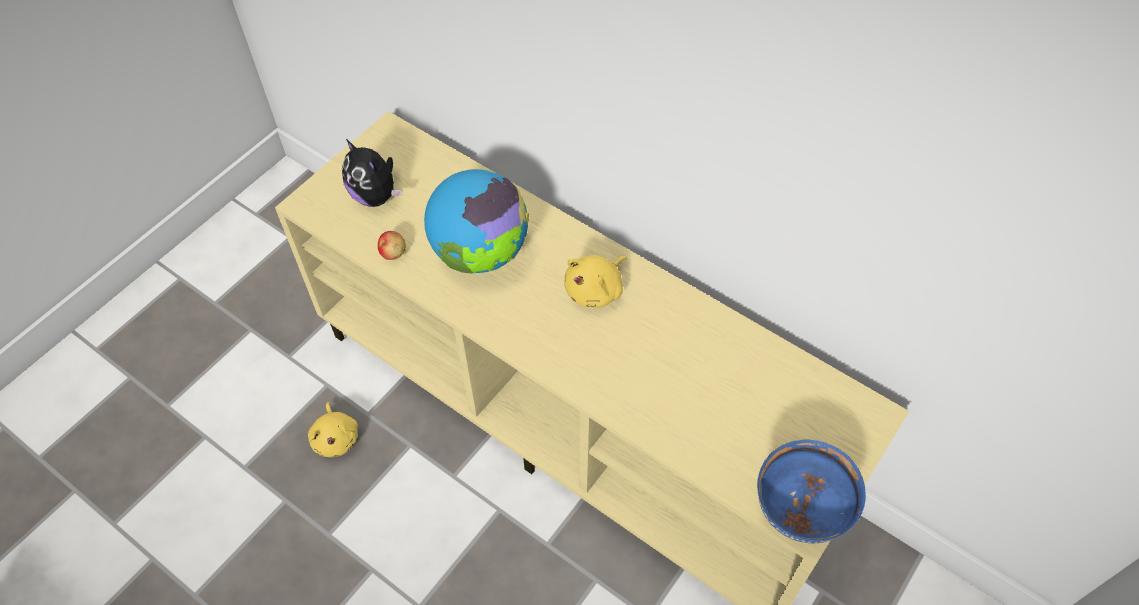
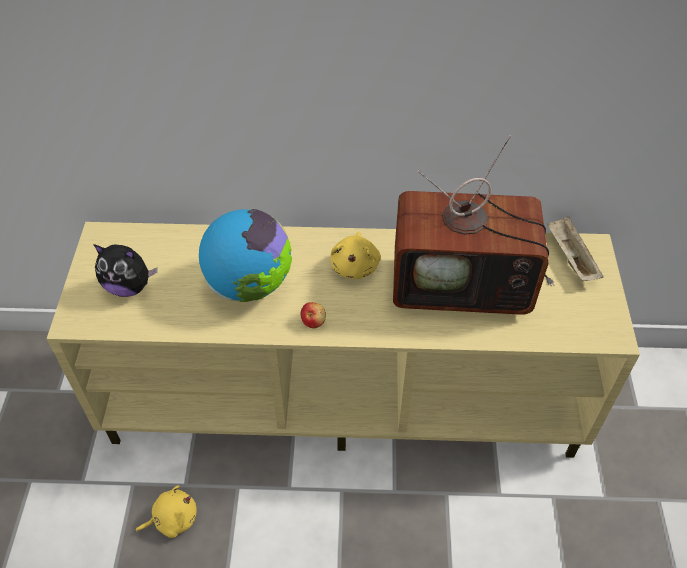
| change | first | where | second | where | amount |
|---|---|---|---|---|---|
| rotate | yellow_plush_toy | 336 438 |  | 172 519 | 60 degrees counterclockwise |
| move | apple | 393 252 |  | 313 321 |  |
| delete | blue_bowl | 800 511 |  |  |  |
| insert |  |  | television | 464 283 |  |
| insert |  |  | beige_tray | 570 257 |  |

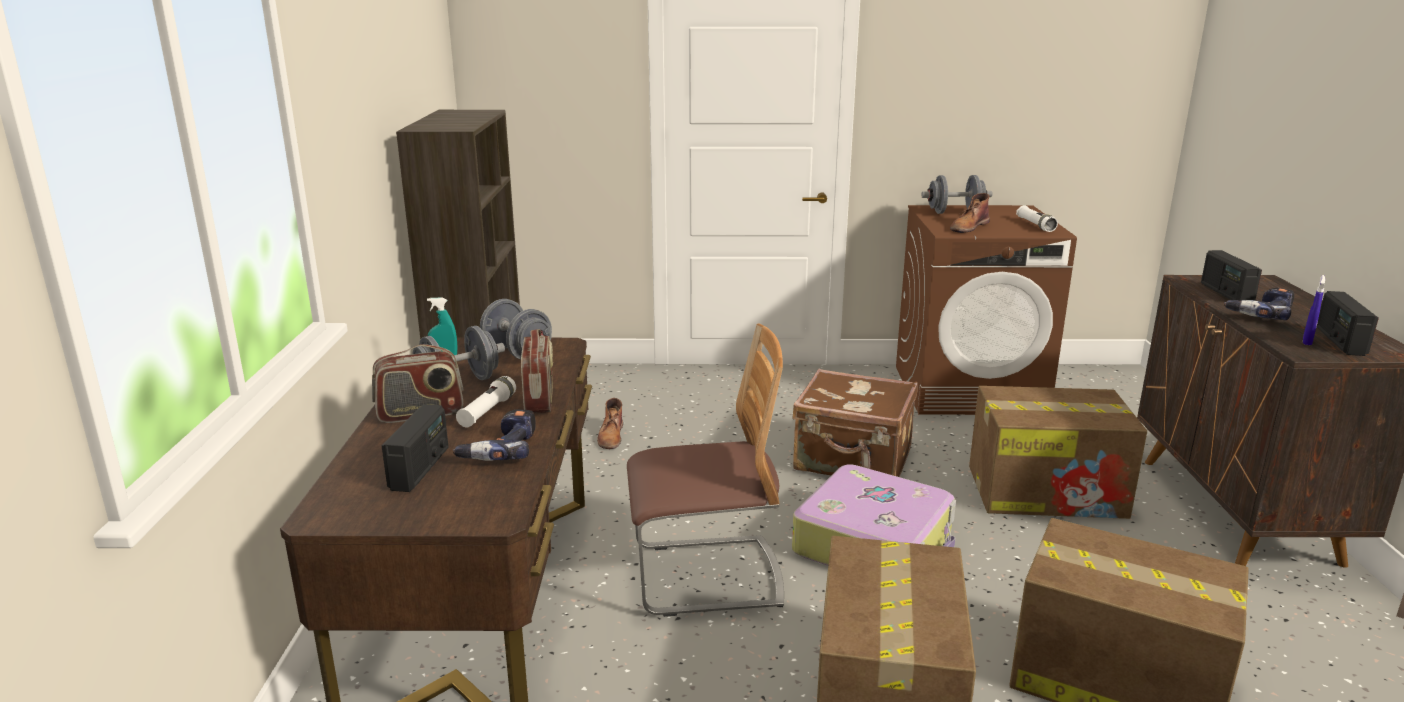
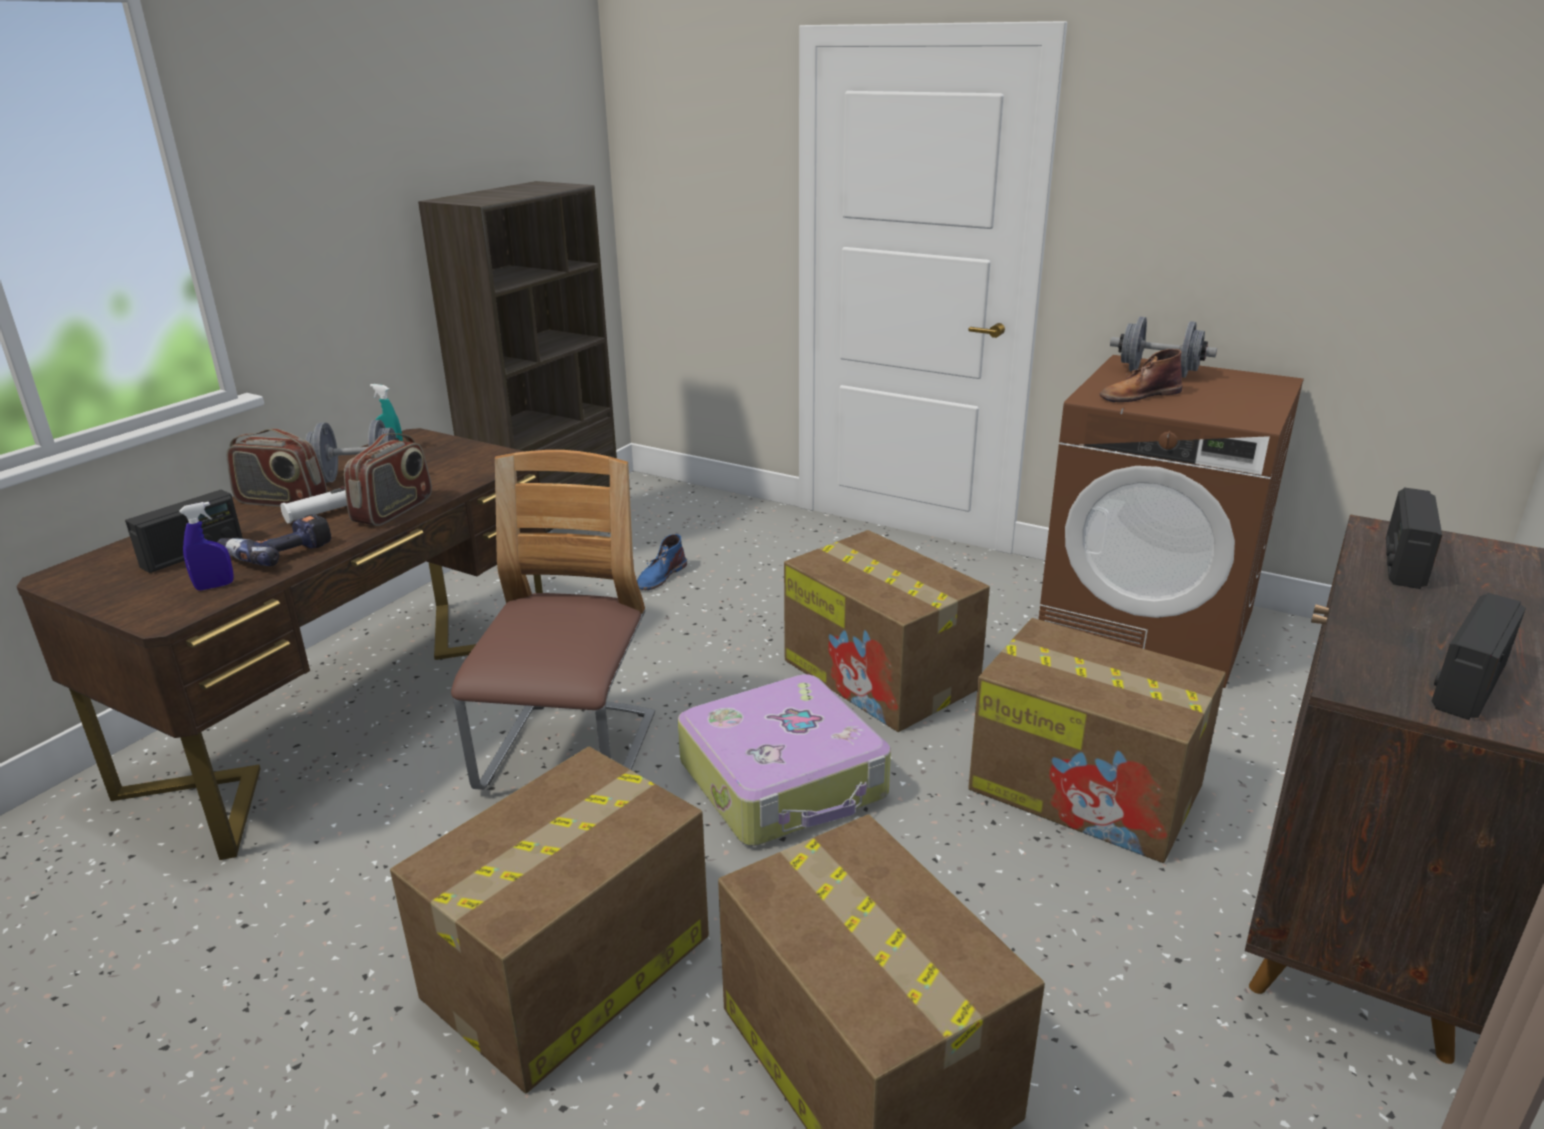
| change | first | where | second | where | amount |
|---|---|---|---|---|---|
| delete | grey_dumbbell | 517 353 |  |  |  |
| recolor | brown_boot | 611 436 | blue_boot | 660 576 |  |
| rotate | chair | 706 576 |  | 569 754 | 105 degrees counterclockwise |
| replace | brown_suitcase | 853 461 | cardboard_box | 882 675 |  |
| delete | white_flashlight | 1035 225 |  |  |  |
| delete | power_drill | 1259 313 |  |  |  |
| move | blue_spray_bottle | 1307 341 |  | 215 586 |  |

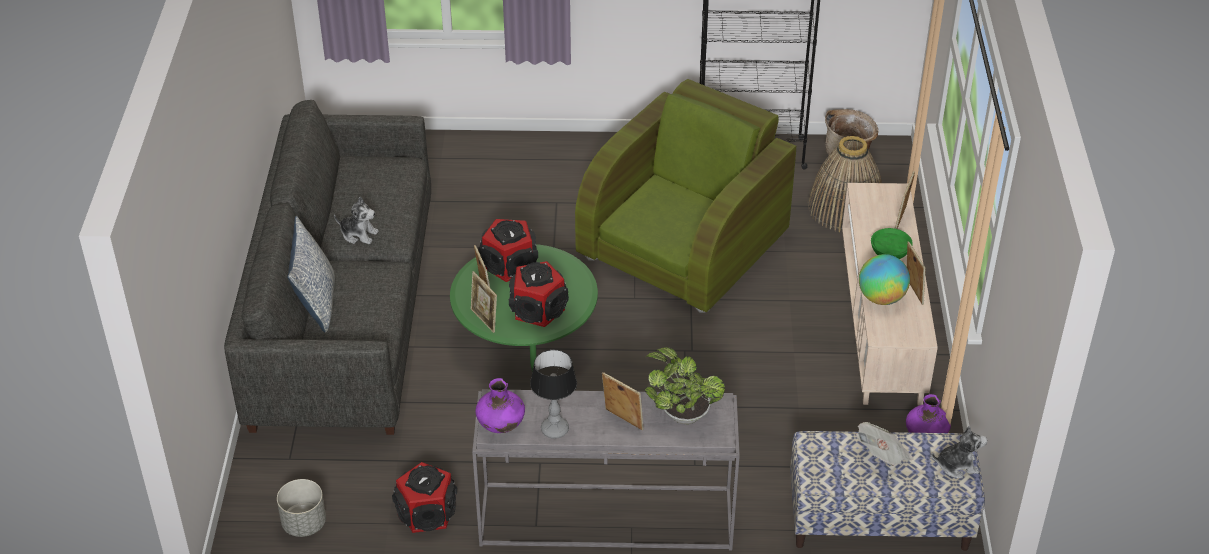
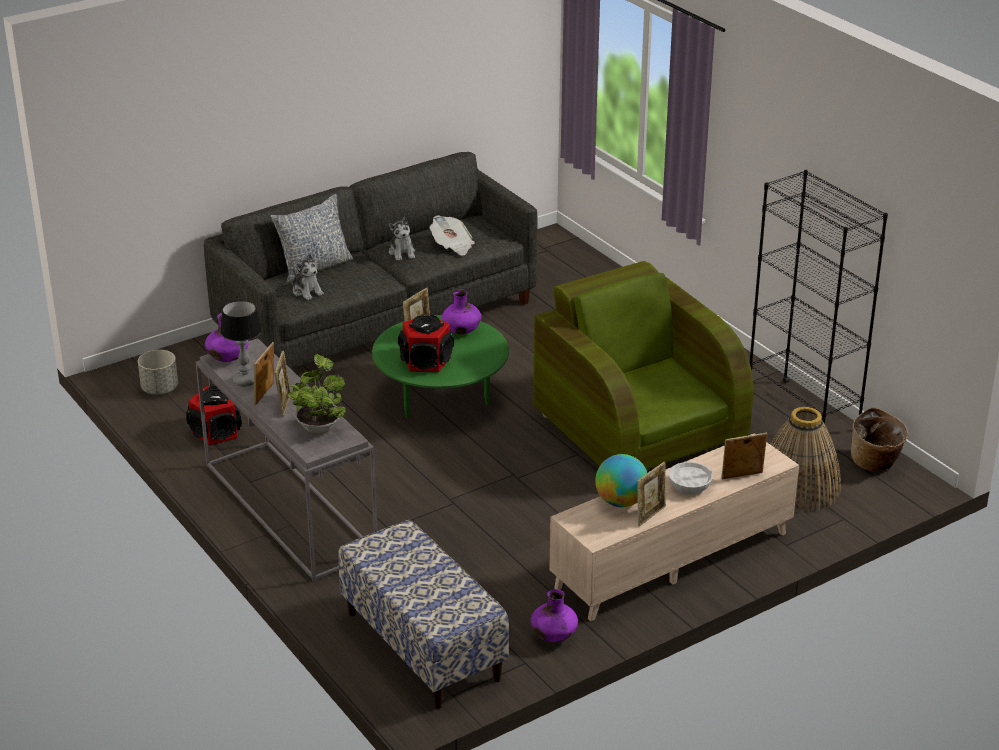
| change | first | where | second | where | amount |
|---|---|---|---|---|---|
| move | picture_frame | 484 320 |  | 265 395 |  |
| replace | speaker | 509 265 | purple_vase | 462 331 |  |
| rotate | green_armchair | 685 246 |  | 639 427 | 120 degrees counterclockwise |
| move | newspaper | 883 455 |  | 452 246 |  |
| recolor | green_bowl | 890 251 | white_bowl | 690 486 |  |
| move | plush_toy | 957 465 |  | 307 291 |  |

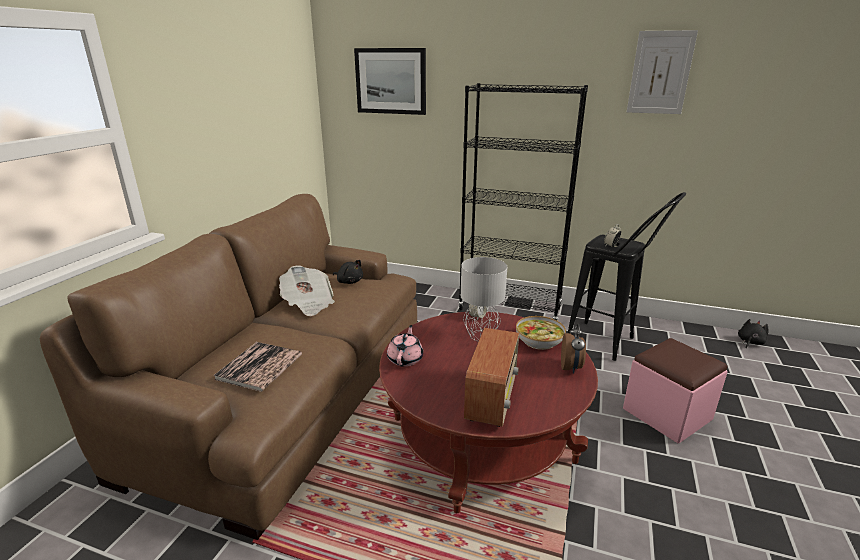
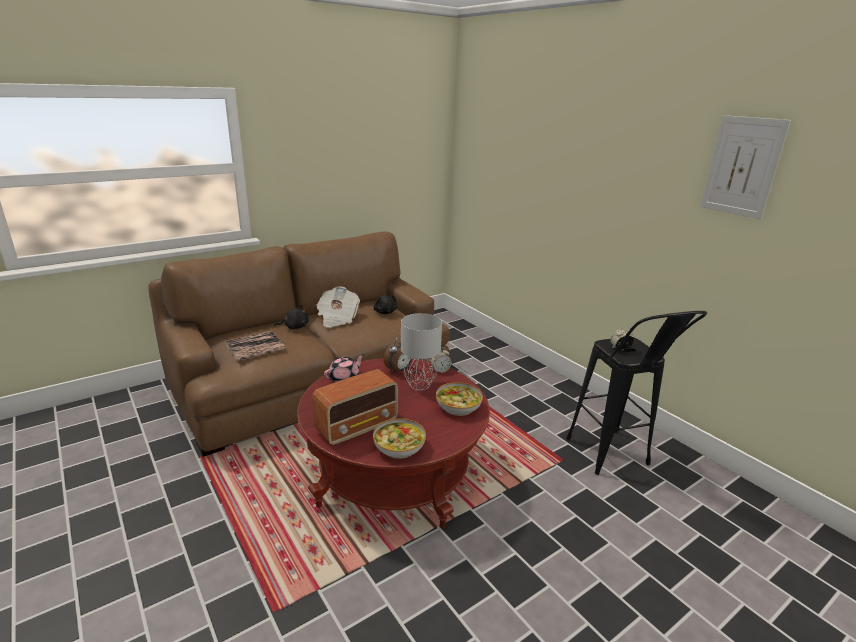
| change | first | where | second | where | amount |
|---|---|---|---|---|---|
| delete | picture | 391 81 |  |  |  |
| delete | black_bookcase | 510 309 |  |  |  |
| move | alarm_clock | 571 367 |  | 399 370 |  |
| delete | pink_ottoman | 667 414 |  |  |  |
| move | black_plush_toy | 750 342 |  | 294 327 |  |
| insert |  |  | bowl | 399 447 |  |

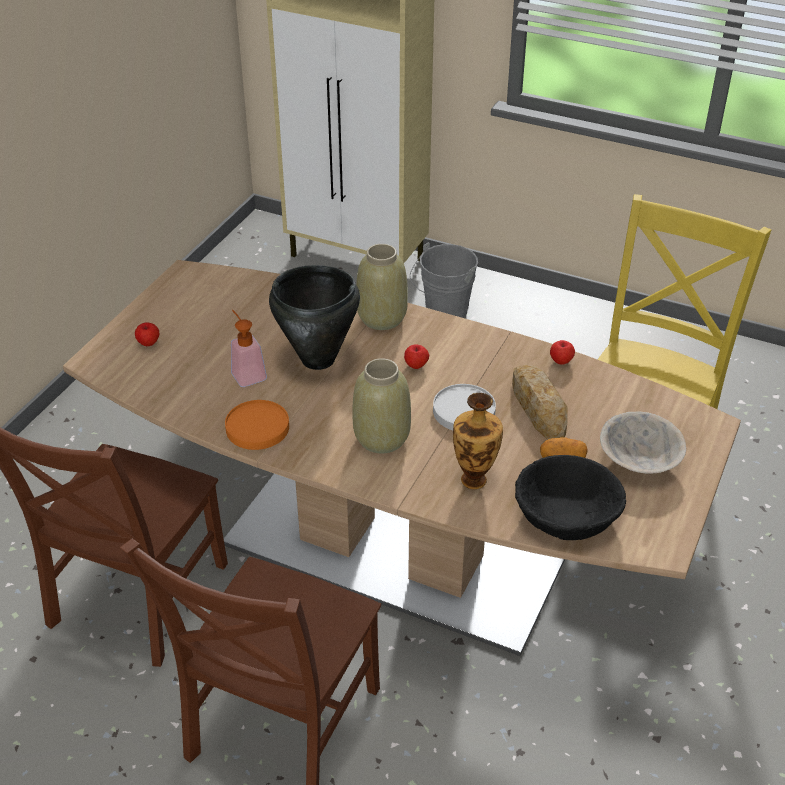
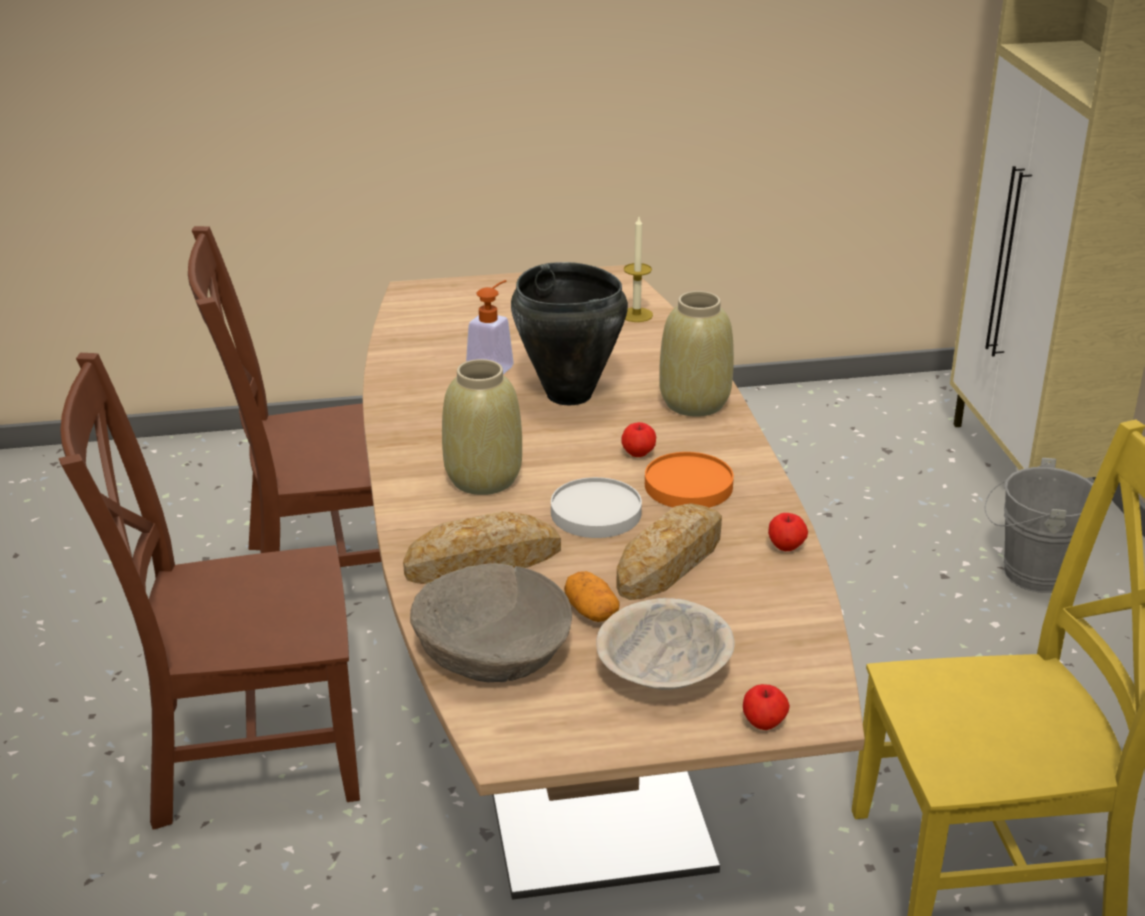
| change | first | where | second | where | amount |
|---|---|---|---|---|---|
| move | apple | 148 343 |  | 764 723 |  |
| move | orange_plate | 258 427 |  | 689 486 |  |
| replace | vase | 474 478 | bread | 483 562 |  |
| recolor | black_bowl | 566 513 | beige_bowl | 492 648 |  |
| insert |  |  | candle | 636 315 |  |

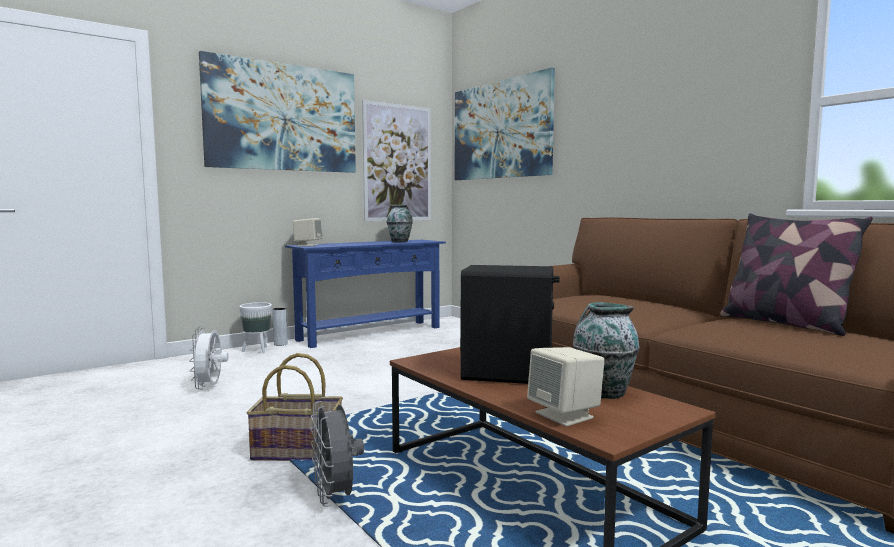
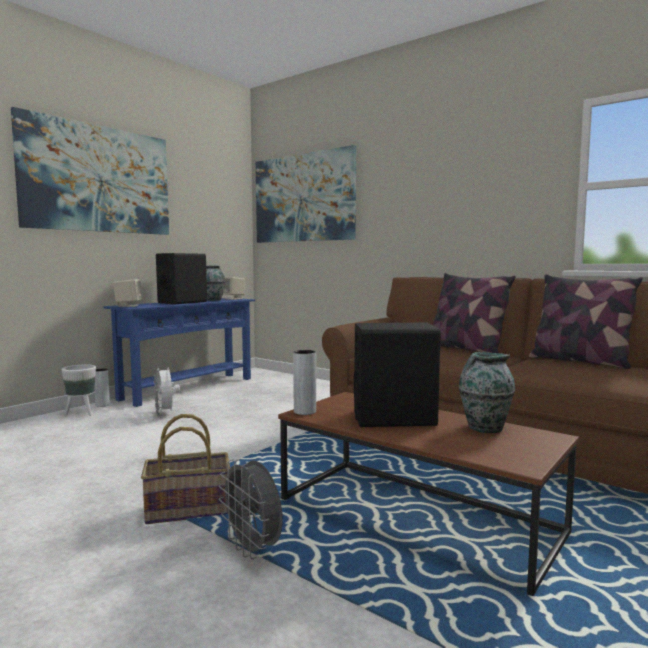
| change | first | where | second | where | amount |
|---|---|---|---|---|---|
| move | white_fan | 210 387 |  | 165 414 |  |
| delete | picture | 397 163 |  |  |  |
| move | beige_speaker | 565 415 |  | 233 299 |  |
| insert |  |  | black_speaker | 183 302 |  |
| insert |  |  | grey_vase | 305 411 |  |
| insert |  |  | pillow | 466 349 |  |

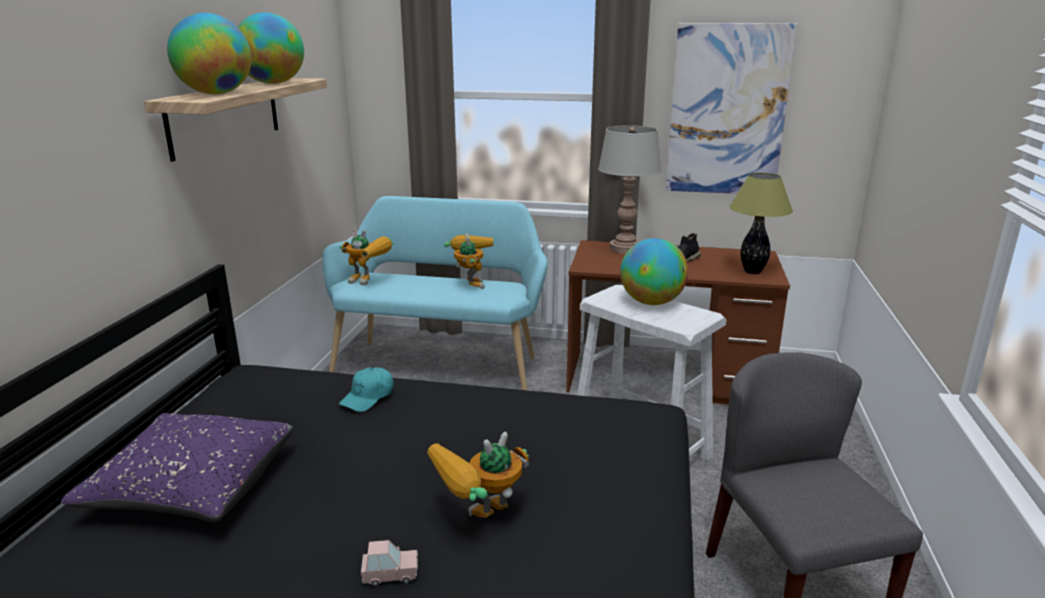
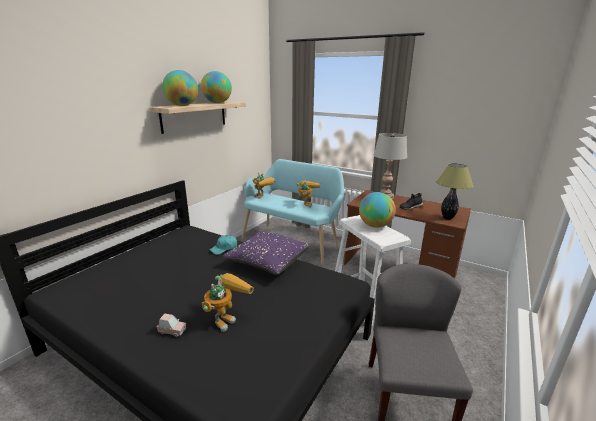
| change | first | where | second | where | amount |
|---|---|---|---|---|---|
| move | purple_pillow | 192 488 |  | 267 262 |  |
| rotate | toy_robot | 480 523 |  | 227 318 | 135 degrees clockwise |
| delete | picture | 727 111 |  |  |  |

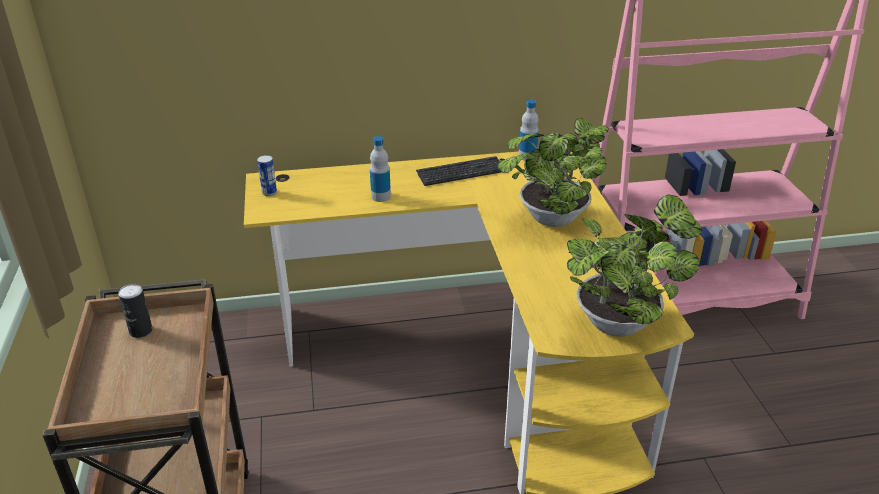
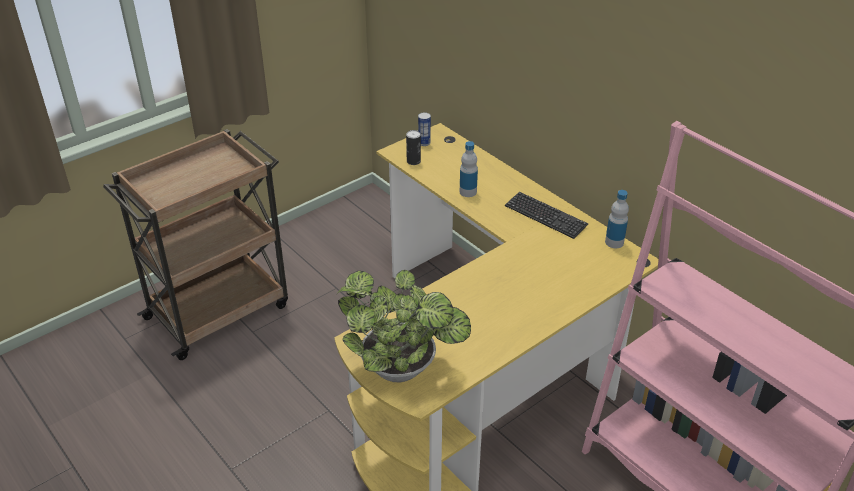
| change | first | where | second | where | amount |
|---|---|---|---|---|---|
| move | can | 141 331 |  | 413 161 |  |
| delete | potted_plant | 549 220 |  |  |  |

